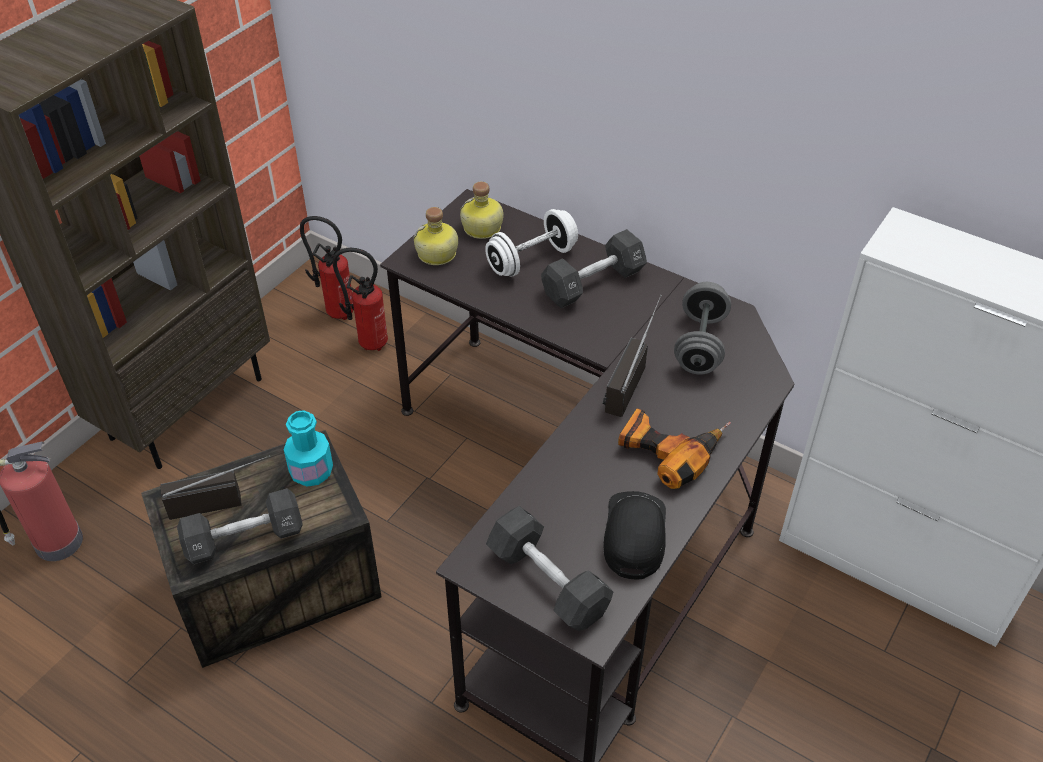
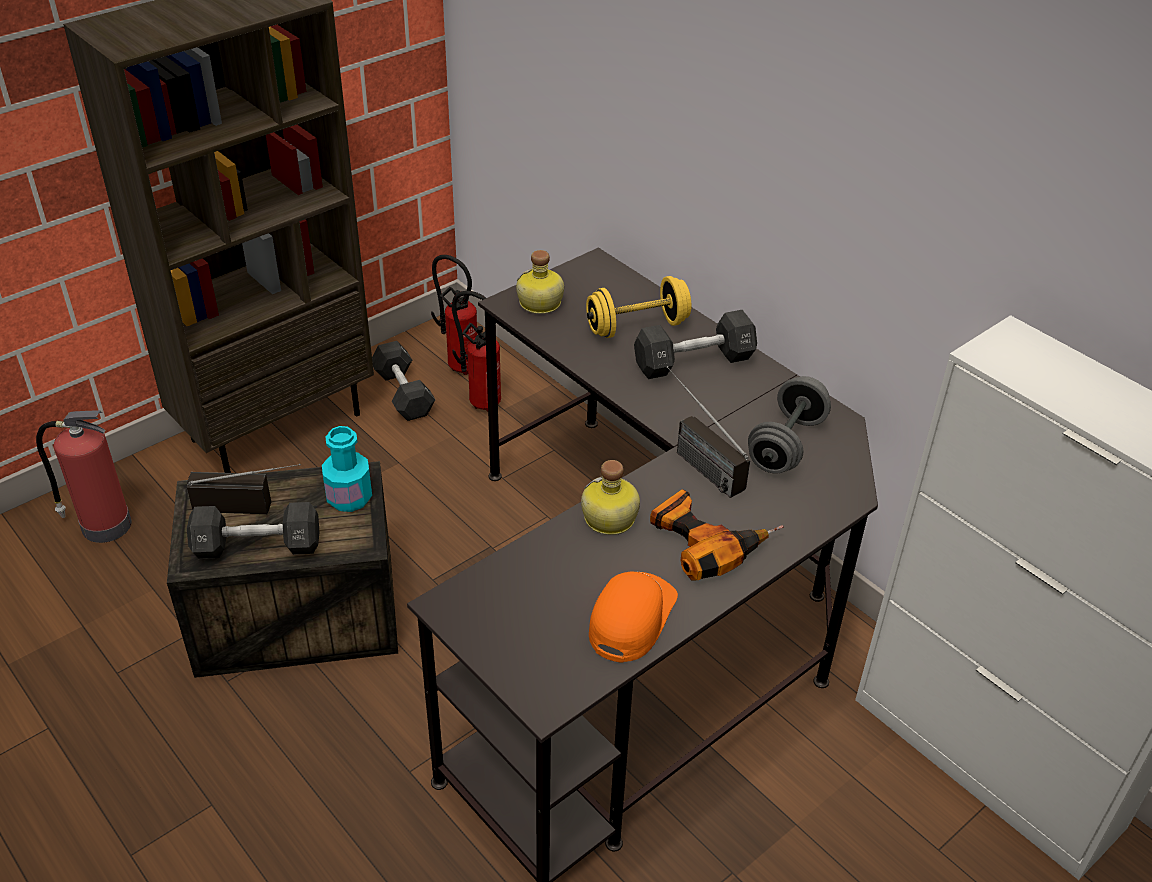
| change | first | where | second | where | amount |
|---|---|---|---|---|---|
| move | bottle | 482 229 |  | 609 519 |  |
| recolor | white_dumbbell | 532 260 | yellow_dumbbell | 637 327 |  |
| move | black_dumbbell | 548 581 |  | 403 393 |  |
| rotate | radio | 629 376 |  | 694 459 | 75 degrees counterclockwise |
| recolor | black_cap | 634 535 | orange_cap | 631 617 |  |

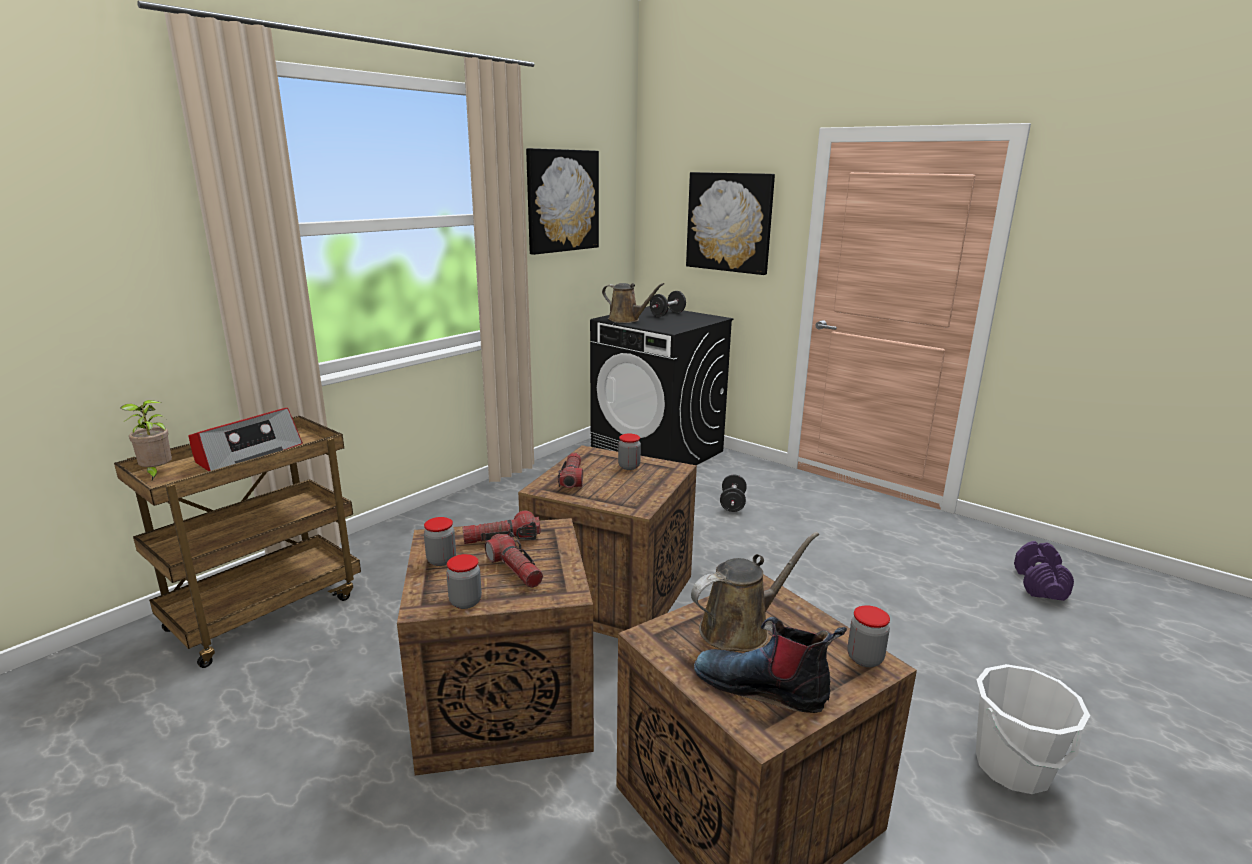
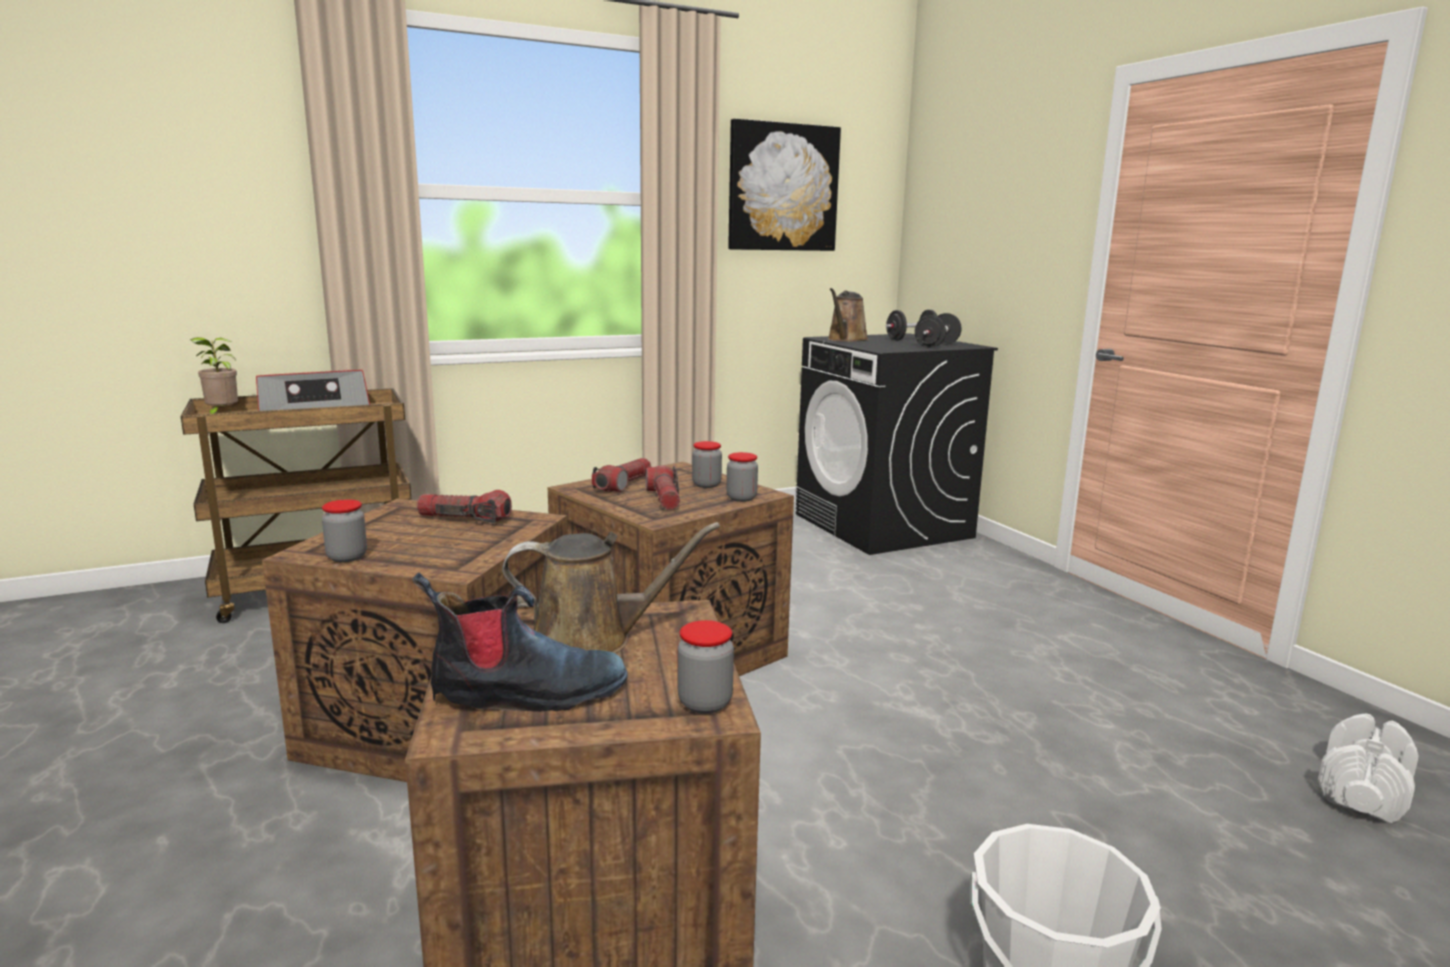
| change | first | where | second | where | amount |
|---|---|---|---|---|---|
| move | jar | 441 560 |  | 741 498 |  |
| move | flashlight | 515 570 |  | 664 499 |  |
| rotate | brown_watering_can | 626 320 |  | 846 340 | 60 degrees clockwise |
| delete | picture | 729 222 |  |  |  |
| rotate | boot | 763 687 |  | 527 695 | 120 degrees clockwise |
| move | black_dumbbell | 732 504 |  | 936 345 |  |
| recolor | purple_dumbbell | 1039 584 | white_dumbbell | 1362 789 |  |

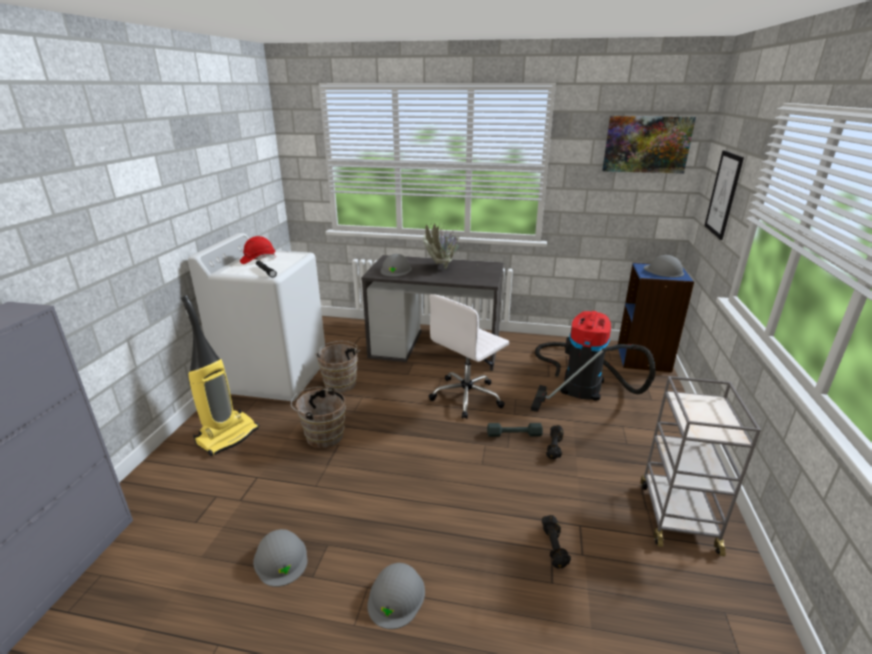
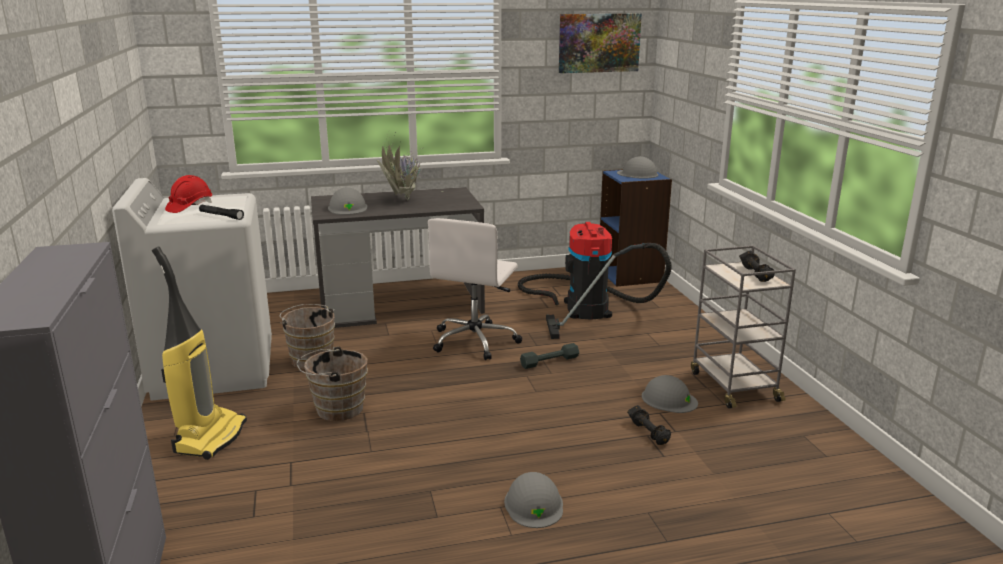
| change | first | where | second | where | amount |
|---|---|---|---|---|---|
| move | grey_hard_hat | 281 559 |  | 669 399 |  |
| move | black_dumbbell | 555 447 |  | 756 274 |  |
| delete | picture | 723 194 |  |  |  |

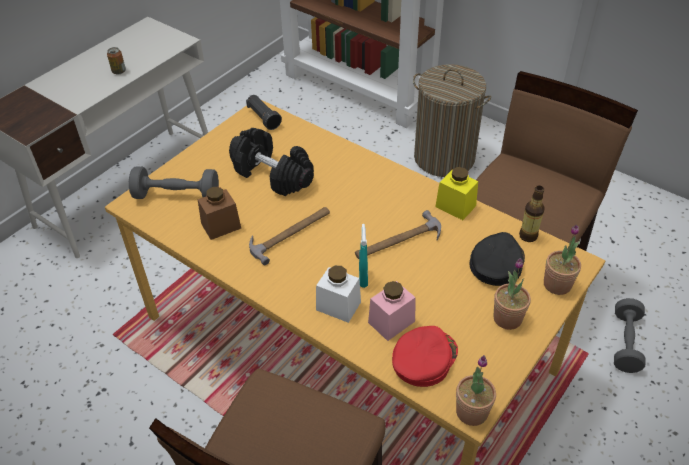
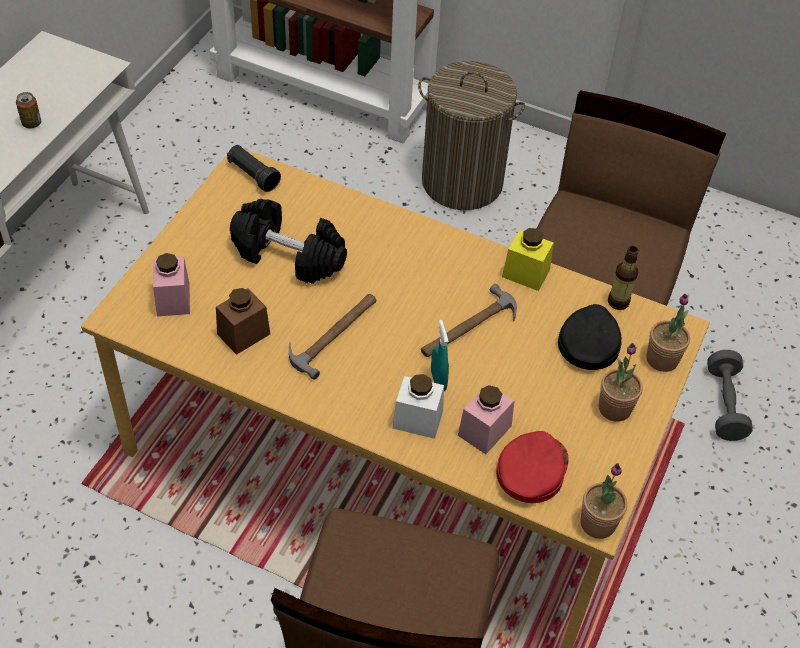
| change | first | where | second | where | amount |
|---|---|---|---|---|---|
| replace | grey_dumbbell | 177 196 | pink_jar | 173 299 |  |

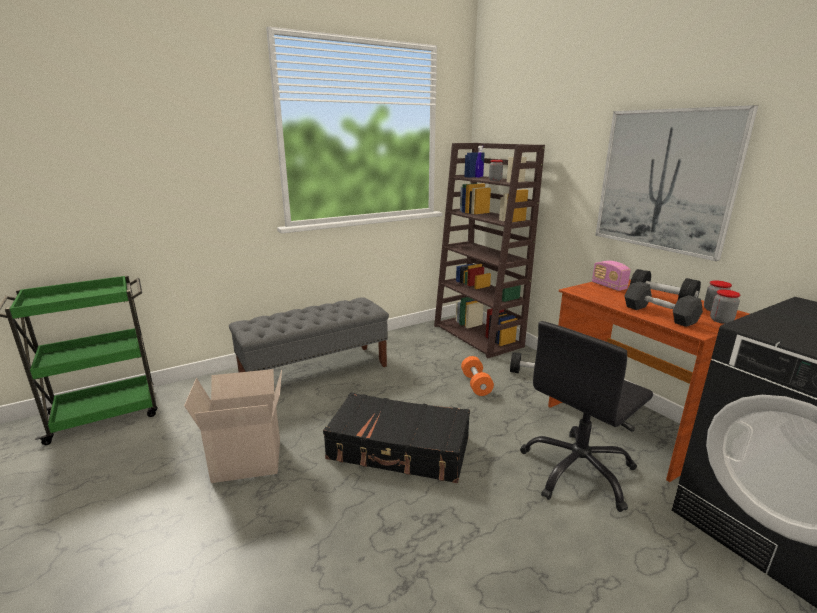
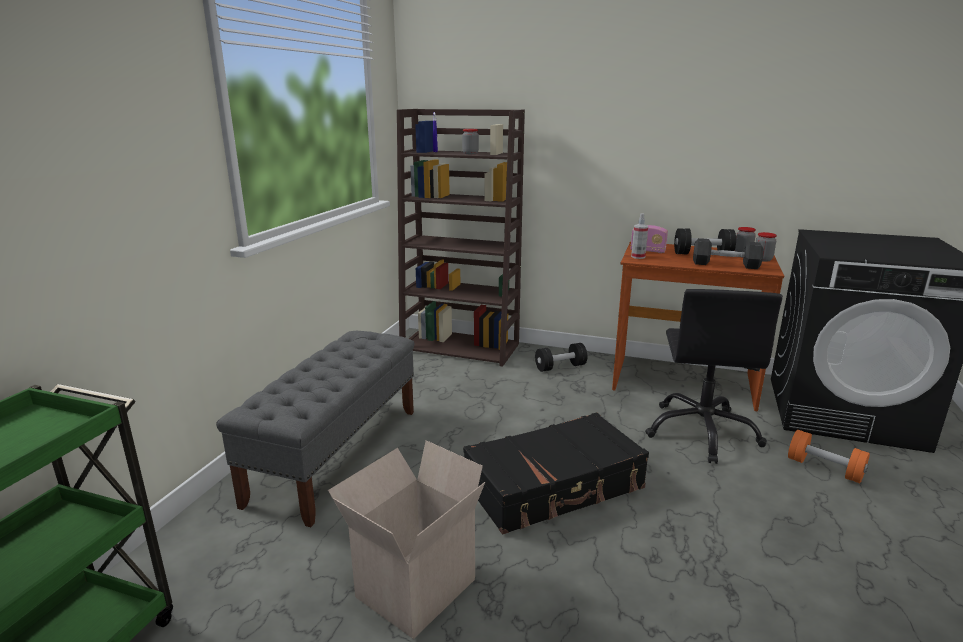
| change | first | where | second | where | amount |
|---|---|---|---|---|---|
| move | orange_dumbbell | 476 384 |  | 824 468 |  |
| delete | picture | 665 181 |  |  |  |
| insert |  |  | spray_bottle | 638 257 |  |

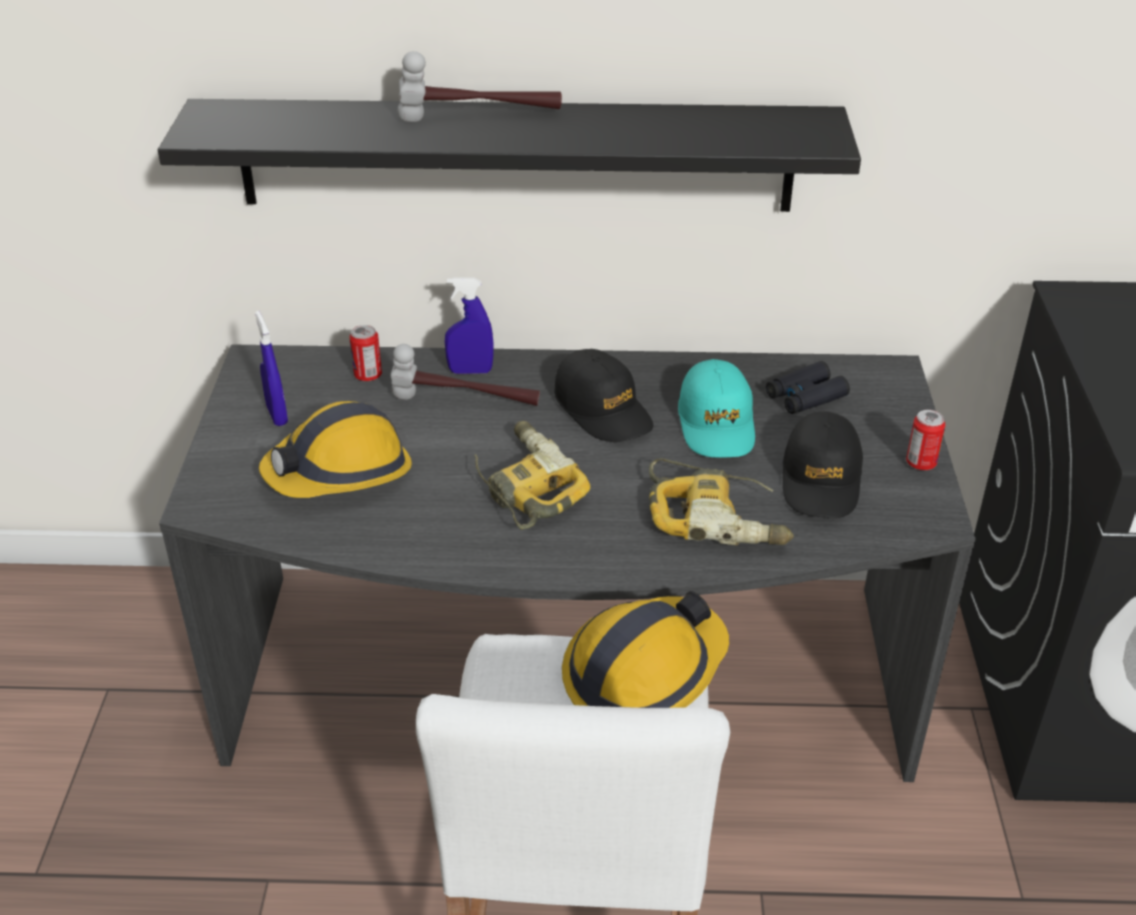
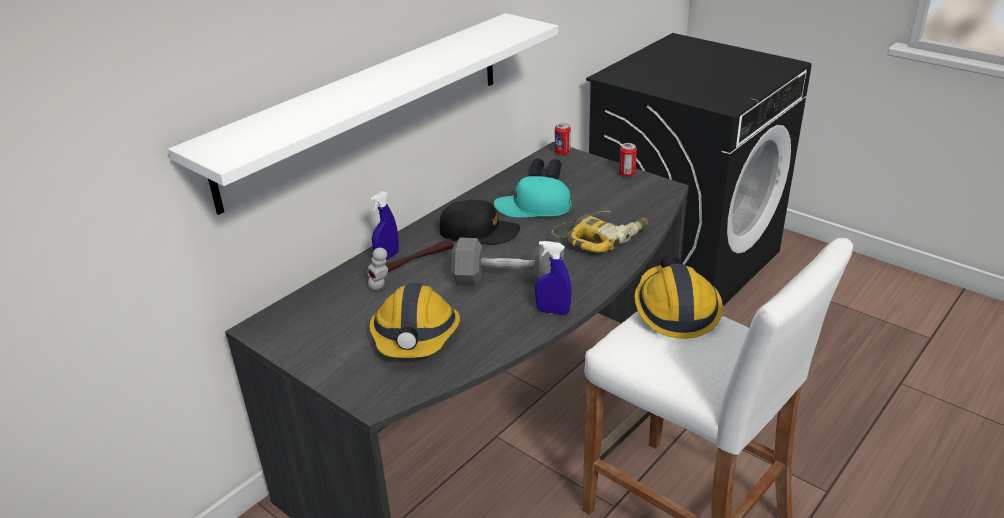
| change | first | where | second | where | amount |
|---|---|---|---|---|---|
| recolor | black_shelf | 515 155 | white_shelf | 368 105 |  |
| move | blue_spray_bottle | 277 415 |  | 553 311 |  |
| move | can | 368 375 |  | 562 152 |  |
| delete | hammer | 479 117 |  |  |  |
| replace | power_drill | 524 486 | grey_dumbbell | 508 280 |  |
| rotate | turquoise_cap | 717 423 |  | 533 208 | 150 degrees clockwise |
| delete | black_cap | 821 479 |  |  |  |

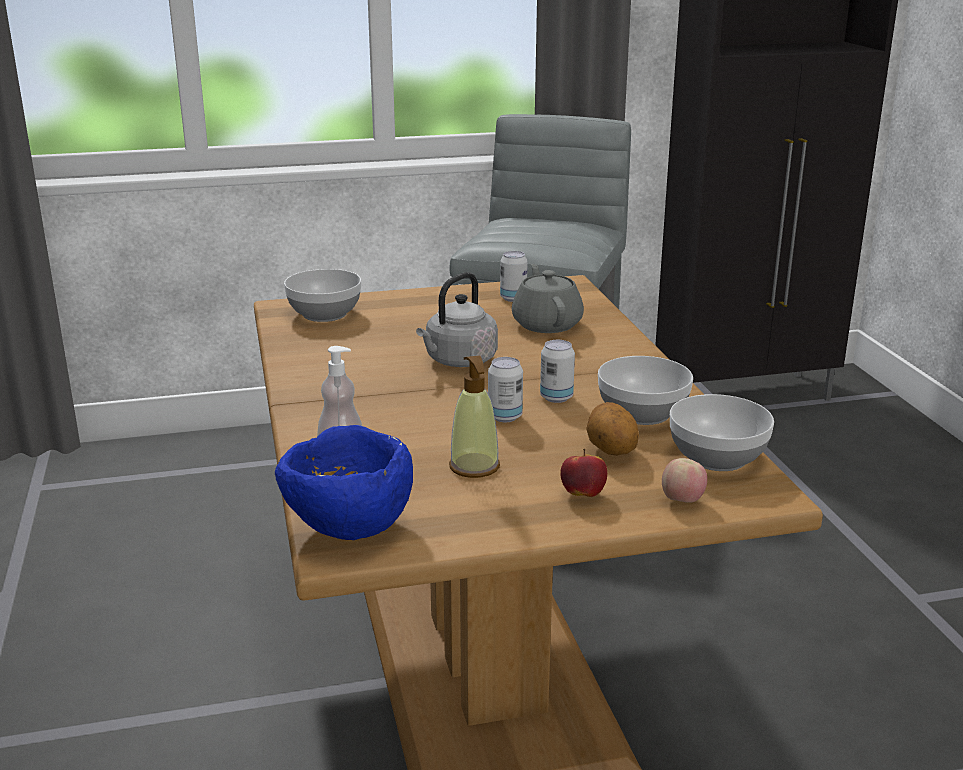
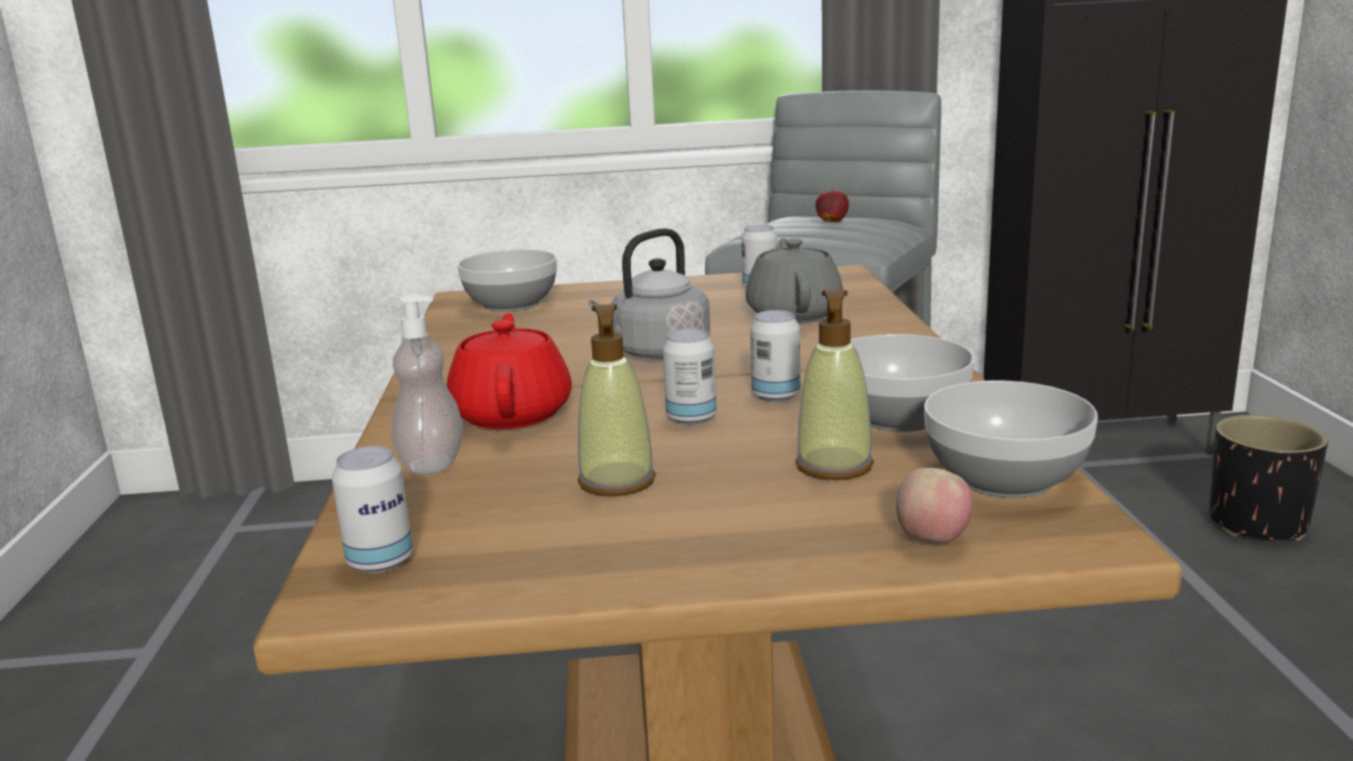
| change | first | where | second | where | amount |
|---|---|---|---|---|---|
| replace | blue_bowl | 348 528 | can | 380 561 |  |
| move | apple | 582 494 |  | 832 222 |  |
| replace | potato | 610 451 | soap_dispenser | 834 466 |  |
| insert |  |  | red_teapot | 513 413 |  |
| insert |  |  | black_planter | 1258 523 |  |

